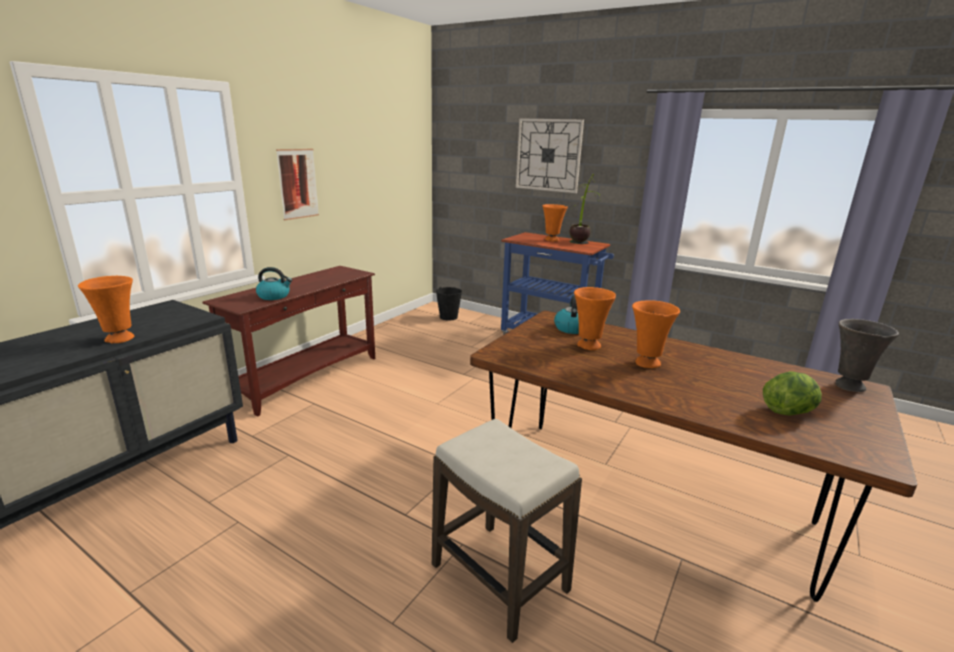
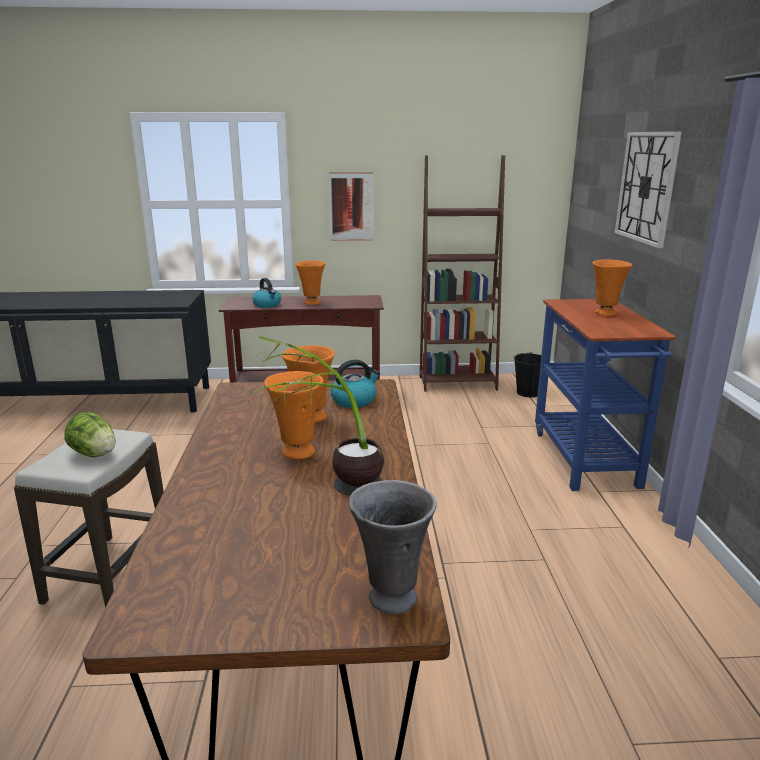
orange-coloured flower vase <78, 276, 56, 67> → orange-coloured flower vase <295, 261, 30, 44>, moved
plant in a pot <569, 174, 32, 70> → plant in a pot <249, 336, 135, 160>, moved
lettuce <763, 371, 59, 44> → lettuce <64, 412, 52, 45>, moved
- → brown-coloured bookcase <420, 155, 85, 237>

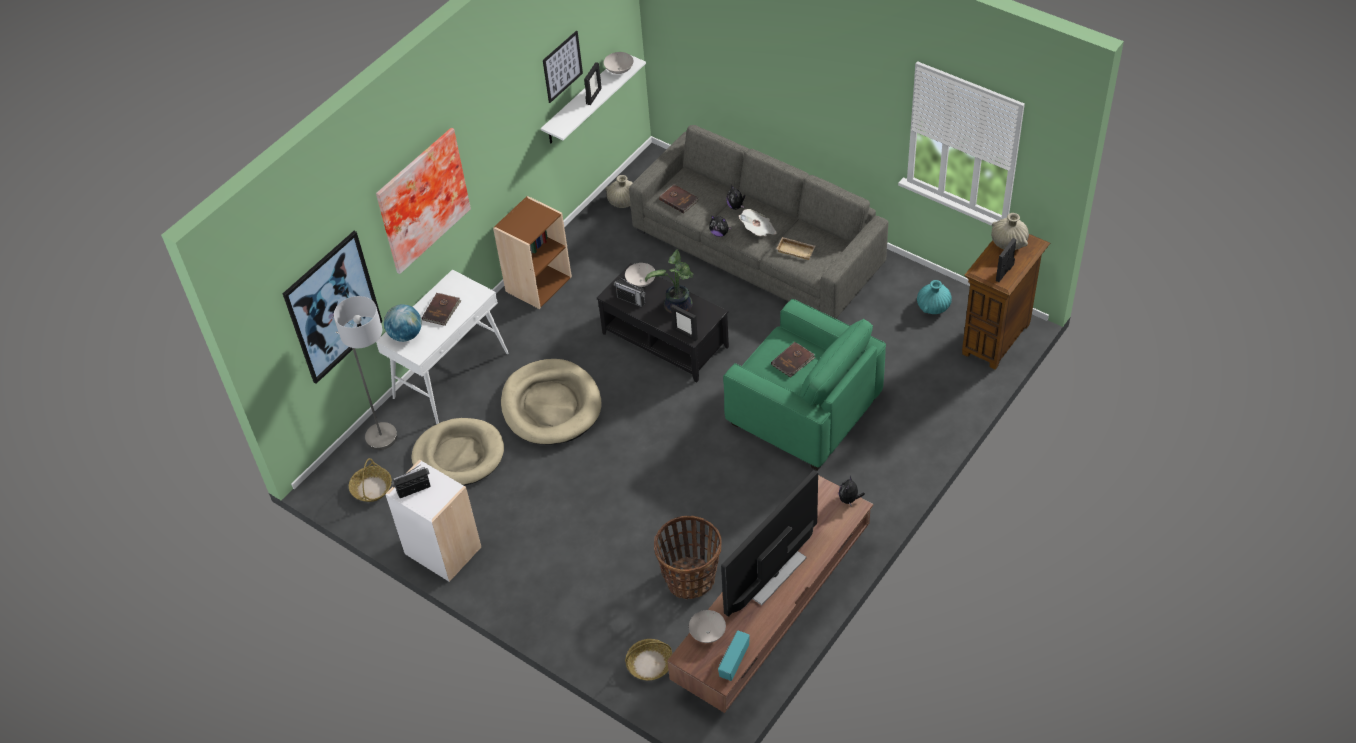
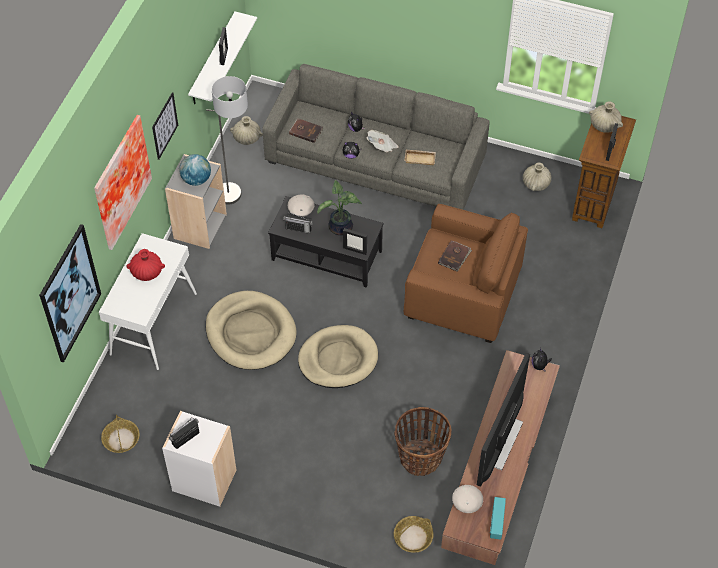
grey floor lamp <334, 296, 63, 154> → grey floor lamp <206, 76, 42, 128>, moved
world globe <384, 304, 38, 38> → world globe <179, 154, 32, 32>, moved
sand-coloured pet bed <411, 418, 93, 68> → sand-coloured pet bed <298, 325, 80, 63>, moved
brown-coloured book <422, 293, 40, 33> → reddish flower vase <126, 249, 39, 32>
brown-coloured bookcase <493, 196, 79, 113> → grey bookcase <165, 154, 62, 95>
wall picture <543, 31, 40, 72> → wall picture <152, 92, 26, 68>, moved
white-coloured serving bowl <604, 52, 30, 22> → -
green-coloured lounge chair <723, 299, 163, 172> → brown-coloured lounge chair <404, 204, 124, 139>
blue-green flower vase <917, 280, 35, 34> → sand-coloured flower vase <523, 163, 28, 28>

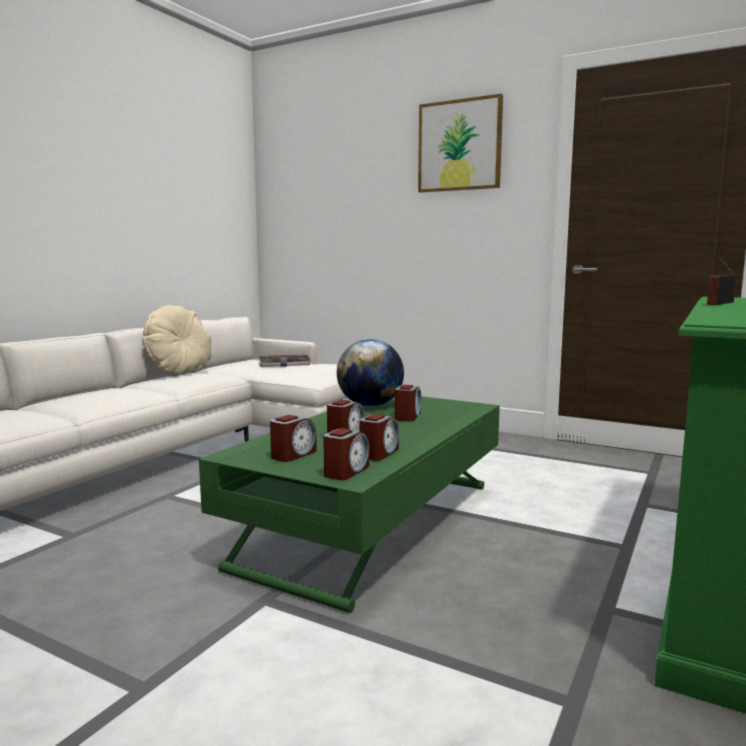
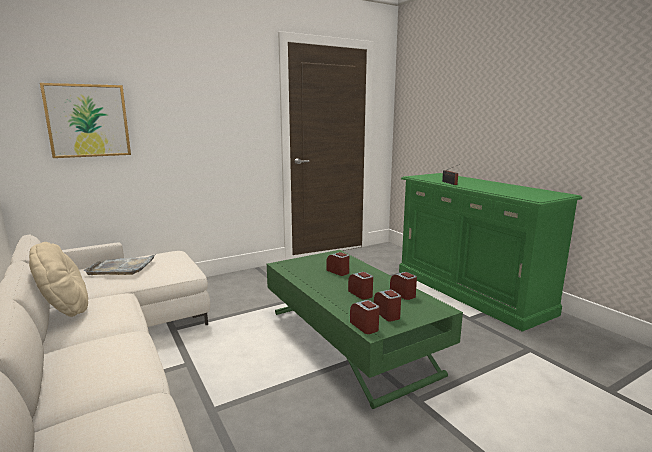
book <258, 355, 53, 12> → grey carrying tray <83, 254, 73, 21>
alarm clock <323, 428, 46, 52> → alarm clock <350, 300, 30, 34>, moved
world globe <337, 339, 67, 68> → -
wall picture <418, 94, 85, 99> → wall picture <40, 83, 91, 75>, moved

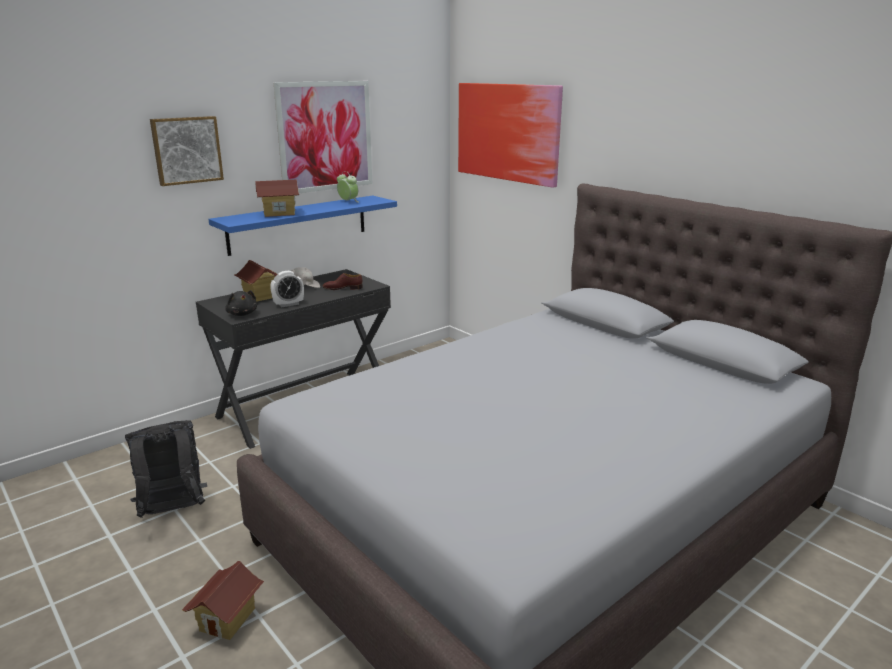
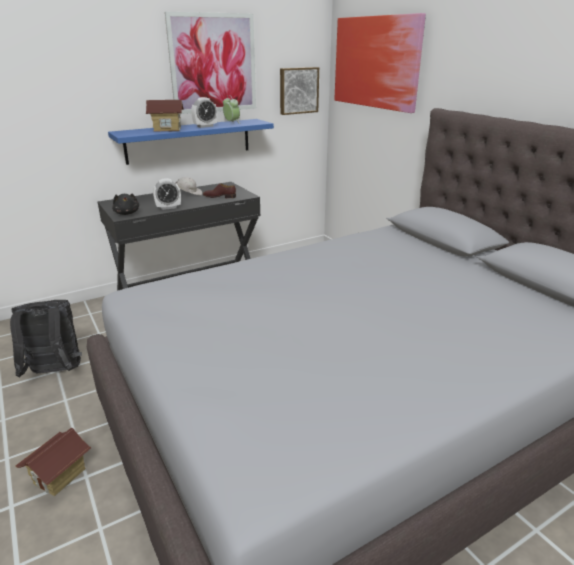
wall picture <150, 116, 74, 70> → wall picture <280, 67, 39, 48>, moved
miniature house <234, 260, 44, 42> → -
- → alarm clock <191, 97, 26, 31>

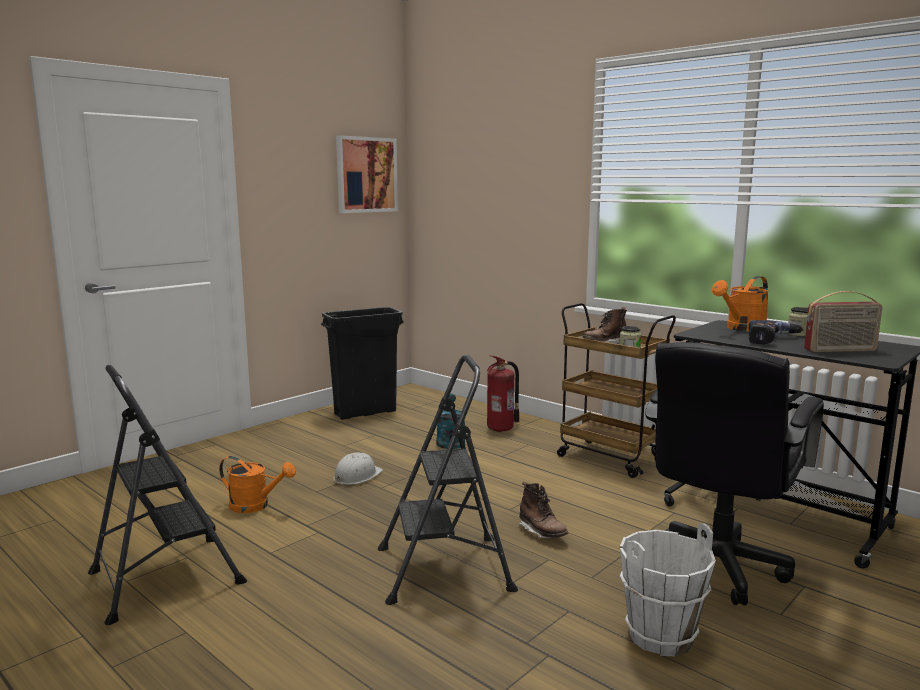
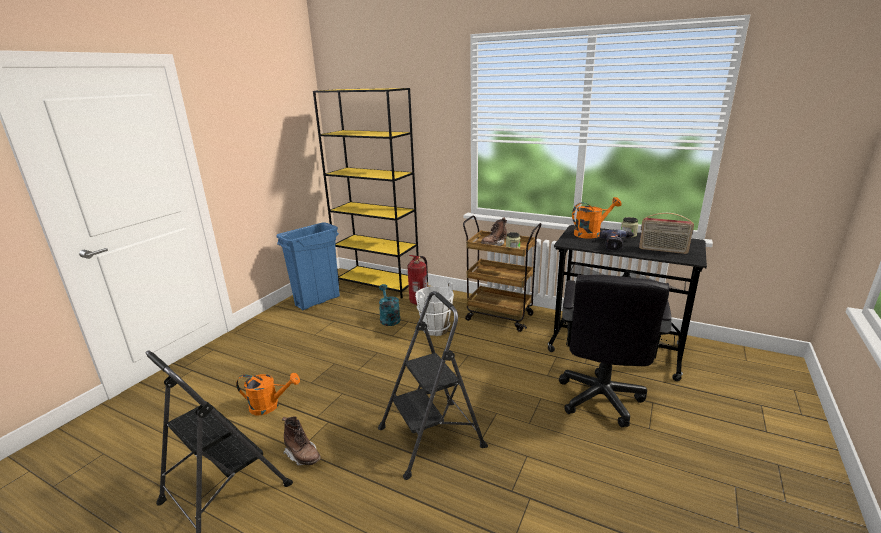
blackish waste bin <321, 307, 82, 113> → blue-coloured waste bin <276, 223, 64, 87>
white-coloured safety helmet <333, 453, 50, 32> → -
wall picture <336, 135, 62, 78> → -
brown-coloured high-top boot <519, 482, 49, 57> → brown-coloured high-top boot <282, 416, 39, 50>, moved
white-coloured pail <620, 523, 96, 133> → white-coloured pail <415, 281, 39, 55>, moved
orange-coloured watering pot <712, 276, 57, 56> → orange-coloured watering pot <572, 197, 50, 42>, 150 degrees counterclockwise
radio set <804, 291, 78, 61> → radio set <639, 213, 55, 41>, 45 degrees clockwise
- → yellow-coloured bookcase <313, 88, 106, 211>

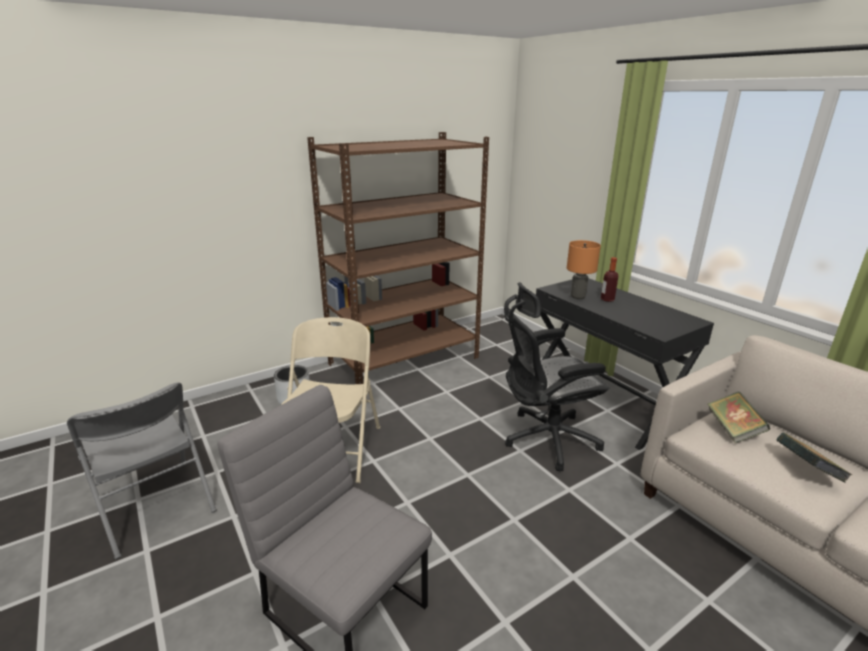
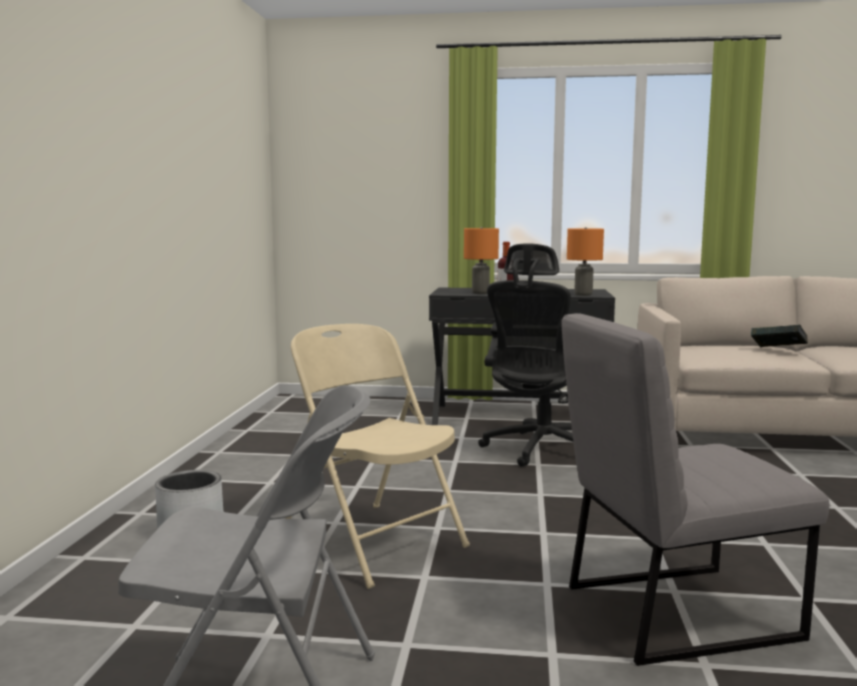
brown-coloured bookcase <307, 132, 182, 252> → -
book <708, 391, 62, 53> → -
- → orange-coloured lamp for a table <567, 227, 37, 69>

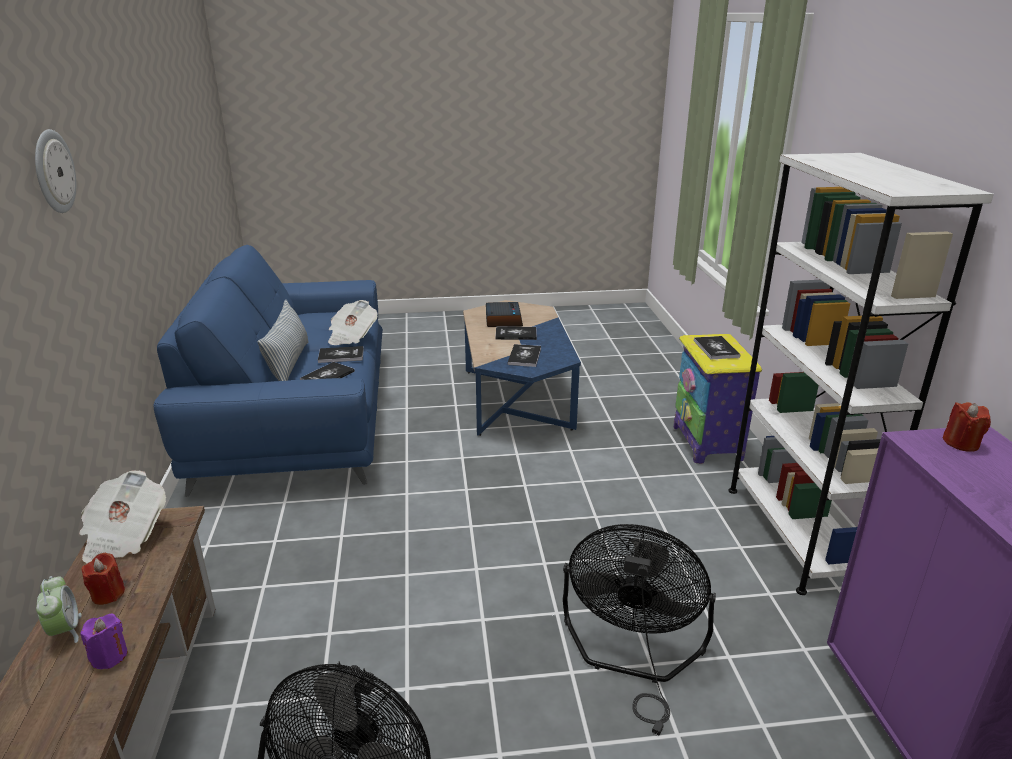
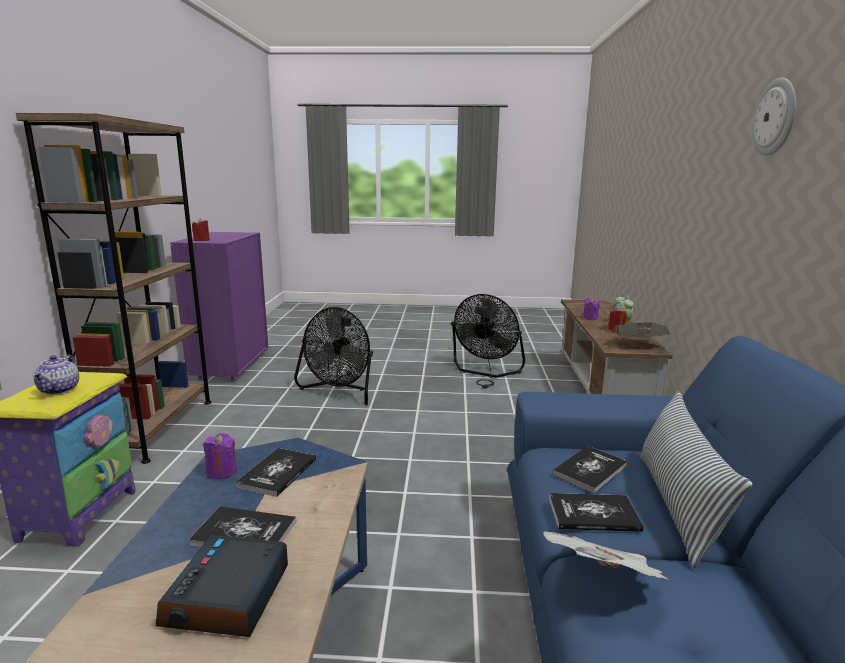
book <694, 336, 46, 24> → tea pot <32, 355, 47, 40>
white-coloured bookcase <728, 153, 266, 442> → brown-coloured bookcase <16, 113, 196, 351>
- → purple wax light <203, 433, 34, 46>

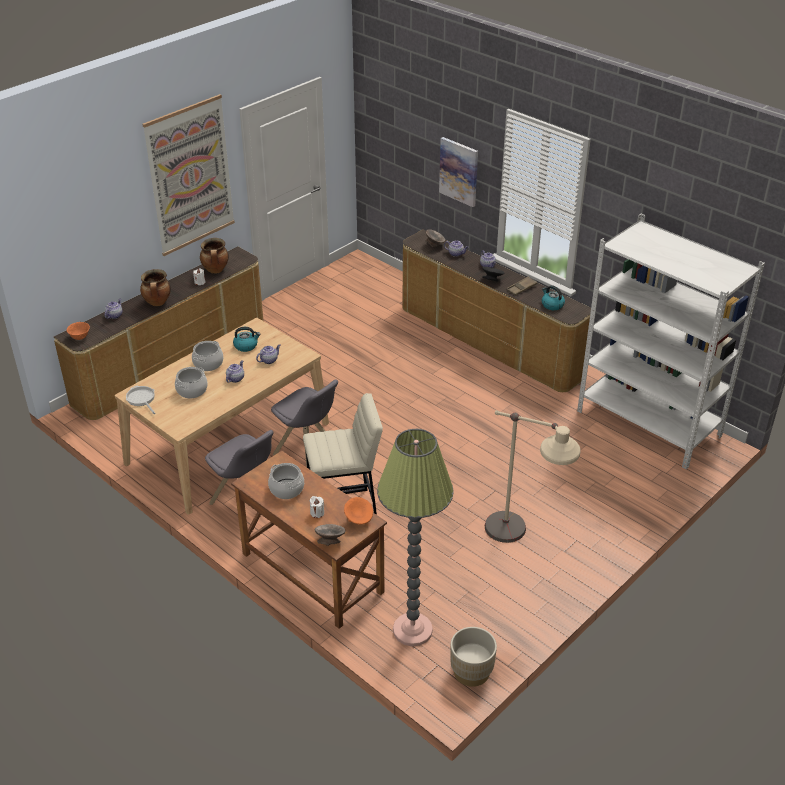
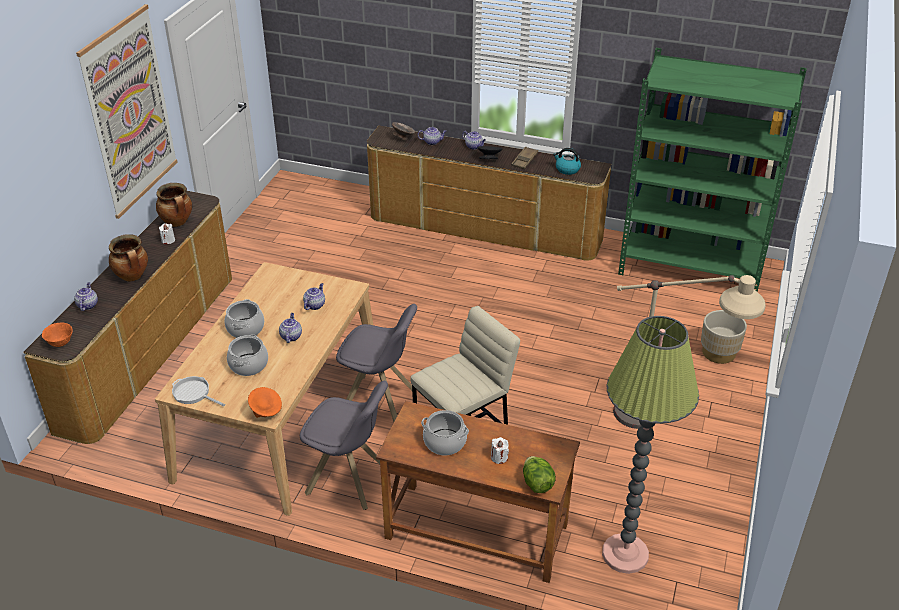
tea kettle <233, 327, 28, 25> → -
grey serving bowl <315, 524, 31, 22> → lettuce <523, 456, 33, 37>
orange-coloured serving bowl <344, 497, 29, 28> → orange-coloured serving bowl <248, 387, 34, 31>, moved
wall picture <439, 137, 39, 70> → -
sand-coloured plant pot <450, 627, 47, 60> → sand-coloured plant pot <701, 310, 46, 54>, moved
white-coloured bookcase <577, 214, 188, 255> → green-coloured bookcase <618, 48, 189, 244>

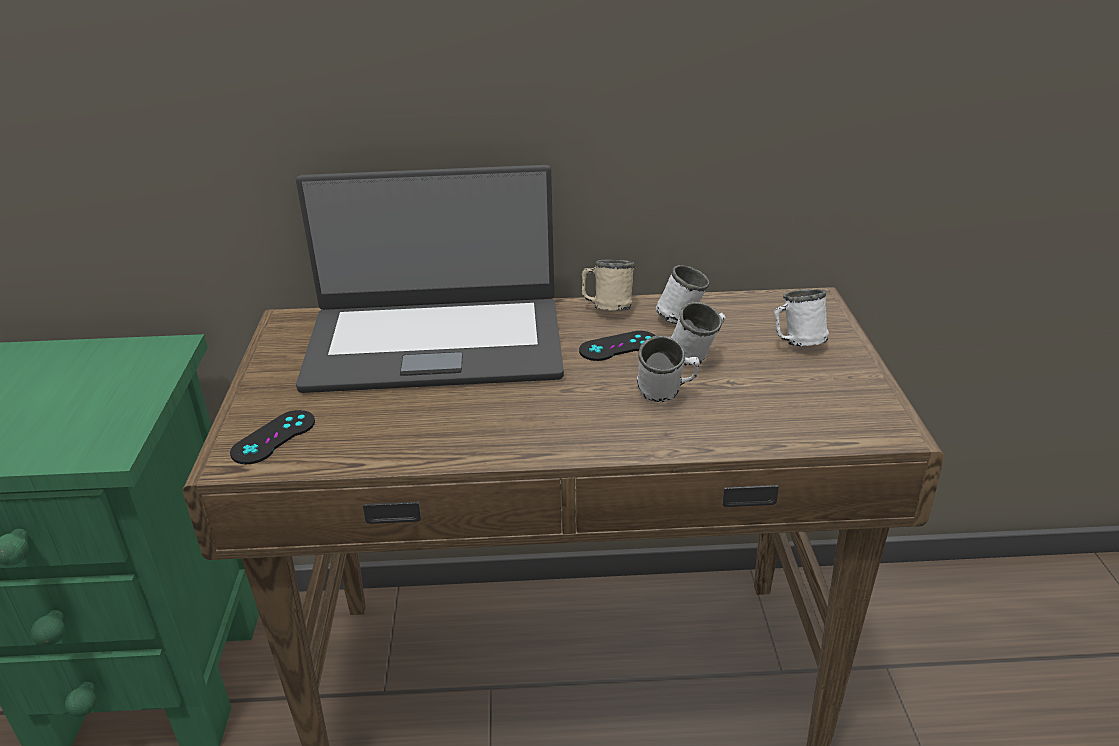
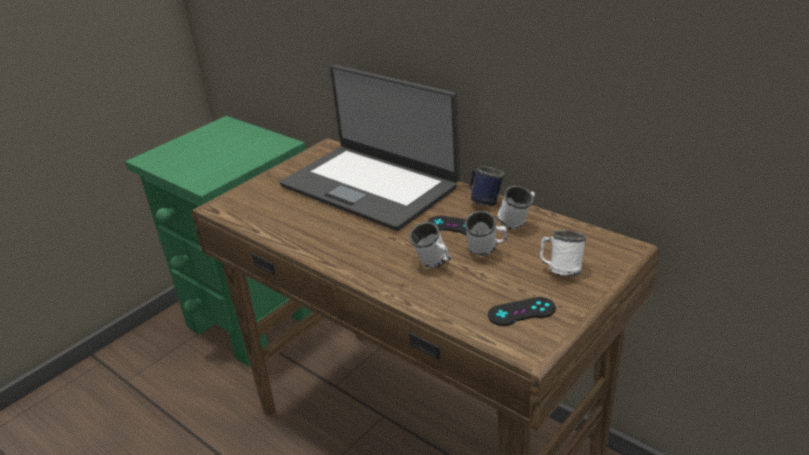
blackish game controller <230, 410, 85, 54> → blackish game controller <488, 297, 68, 29>, moved
sand-coloured coffee mug <582, 260, 53, 51> → blue-coloured coffee mug <469, 166, 35, 40>

